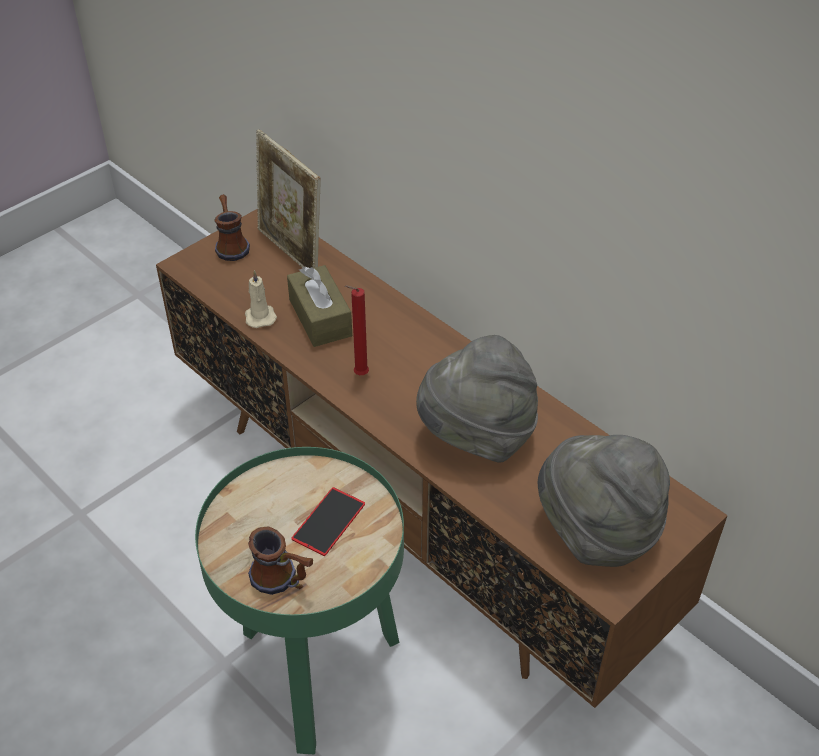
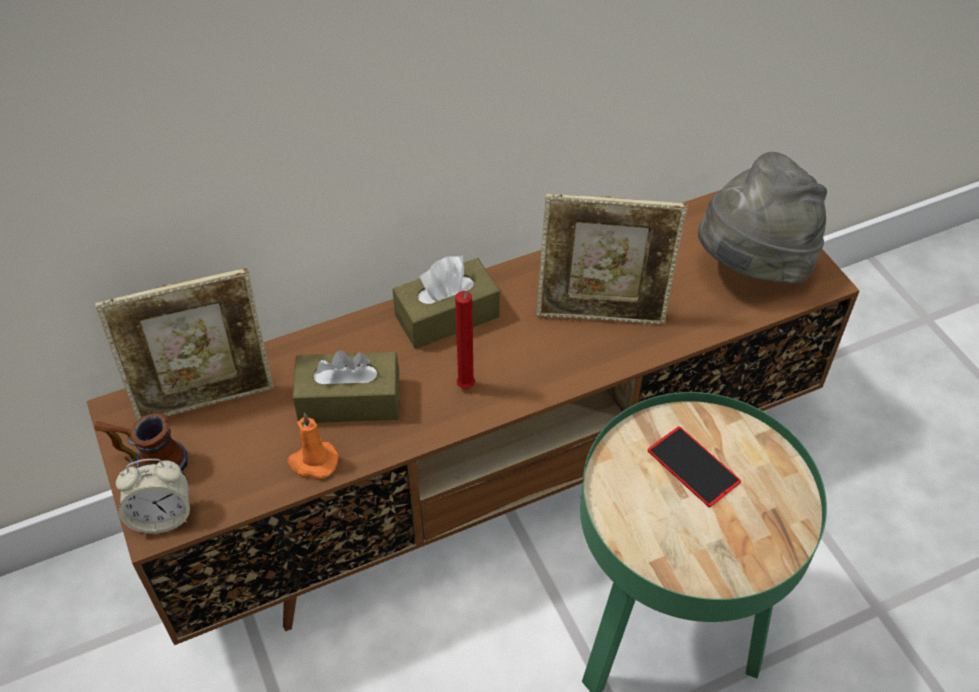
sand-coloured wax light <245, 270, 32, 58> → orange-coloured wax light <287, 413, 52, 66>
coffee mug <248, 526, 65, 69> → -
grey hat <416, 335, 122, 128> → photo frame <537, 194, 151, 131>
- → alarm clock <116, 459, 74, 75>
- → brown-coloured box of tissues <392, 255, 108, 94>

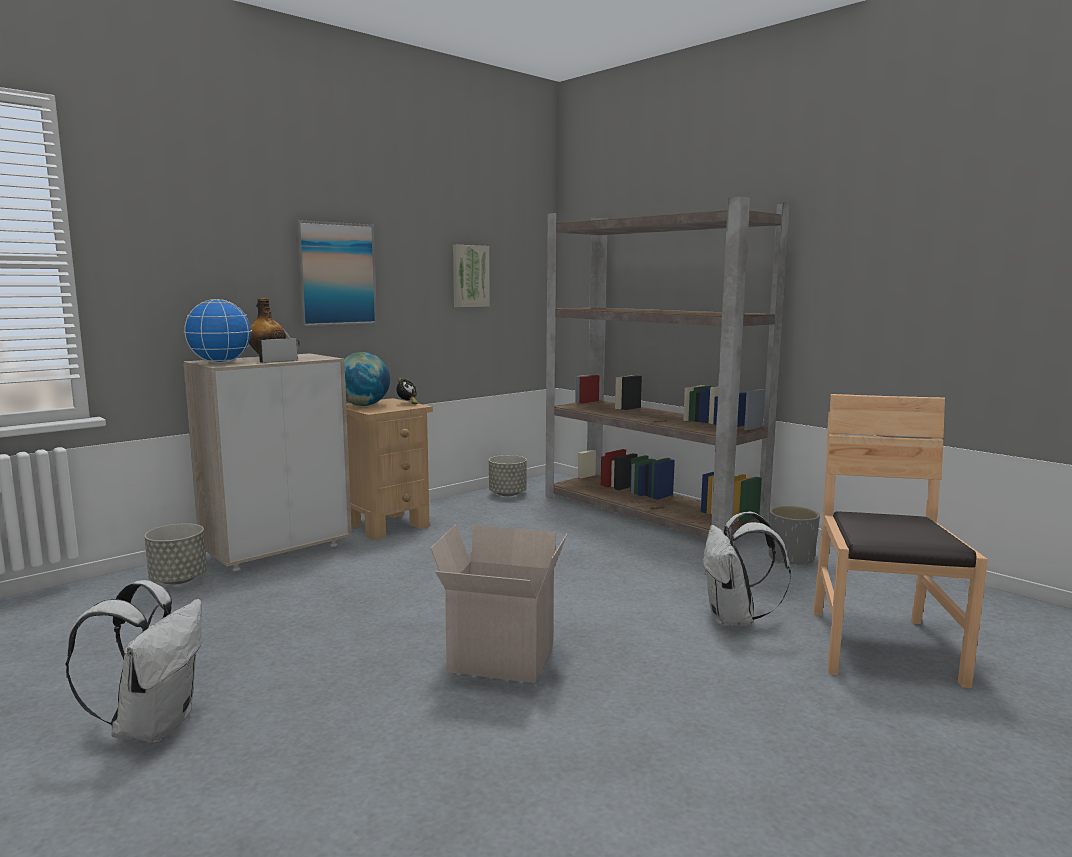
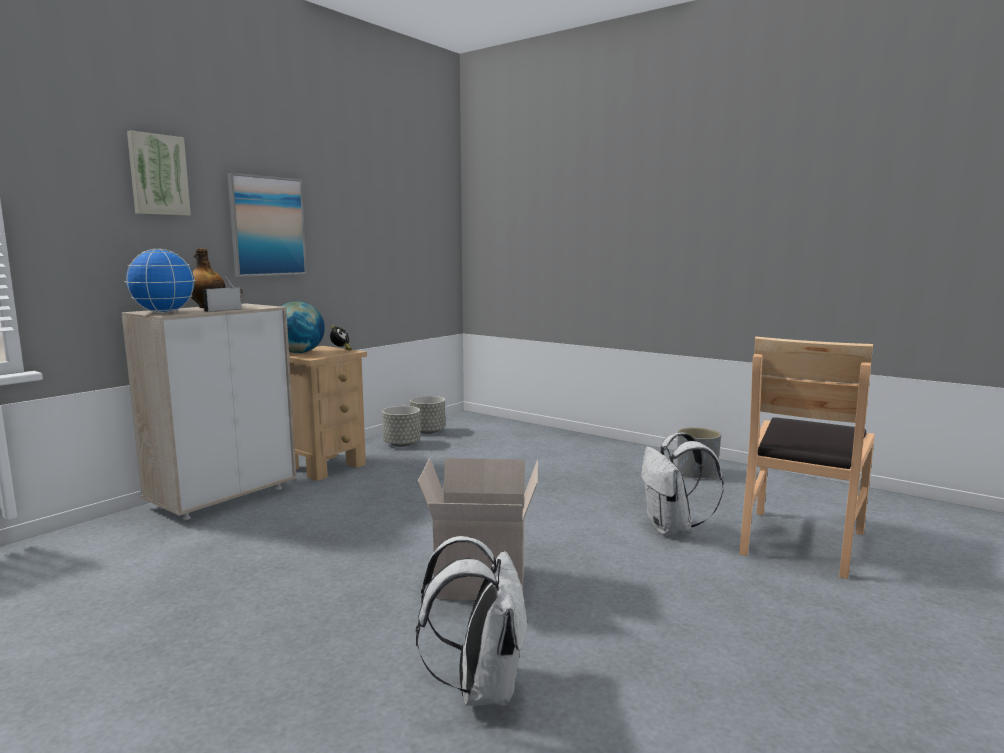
white-coloured rucksack <65, 580, 137, 163> → white-coloured rucksack <416, 536, 112, 170>, moved
grey plant pot <144, 523, 63, 62> → grey plant pot <382, 406, 39, 41>, moved
wall picture <453, 245, 37, 62> → wall picture <127, 130, 64, 86>, moved
brown-coloured bookcase <545, 196, 245, 344> → -
brown-coloured chair <813, 394, 175, 294> → brown-coloured chair <739, 336, 136, 243>, 150 degrees counterclockwise

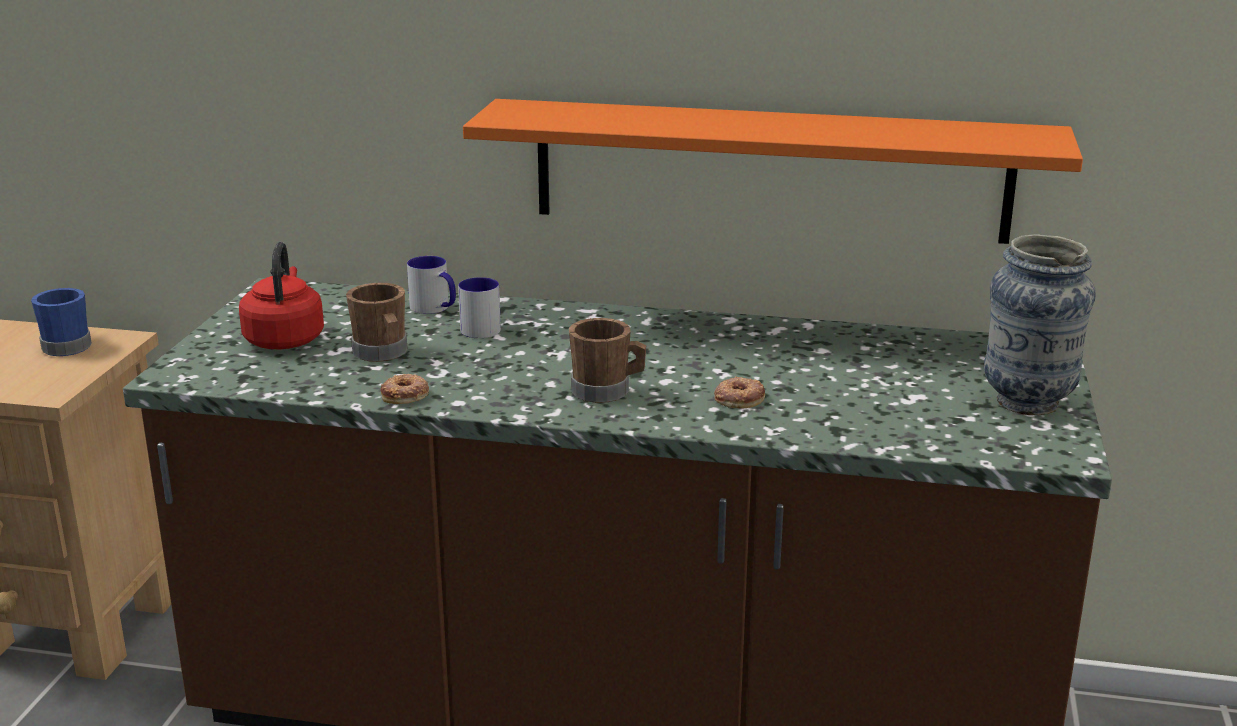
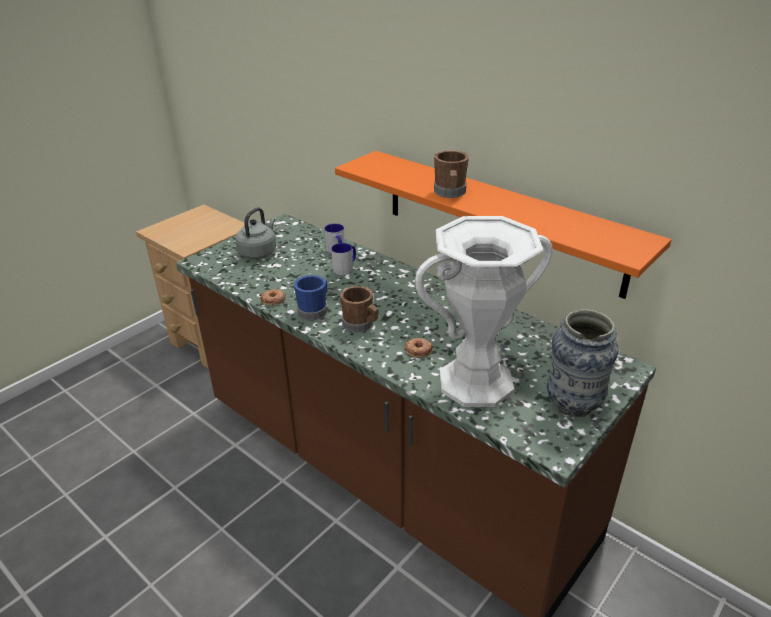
blue-coloured coffee mug <31, 288, 61, 68> → blue-coloured coffee mug <294, 275, 34, 45>, moved
reddish tea kettle <239, 242, 85, 107> → grey tea kettle <235, 207, 41, 52>
brown-coloured coffee mug <346, 283, 62, 79> → brown-coloured coffee mug <434, 150, 35, 48>, moved
- → white-coloured flower vase <415, 216, 138, 191>

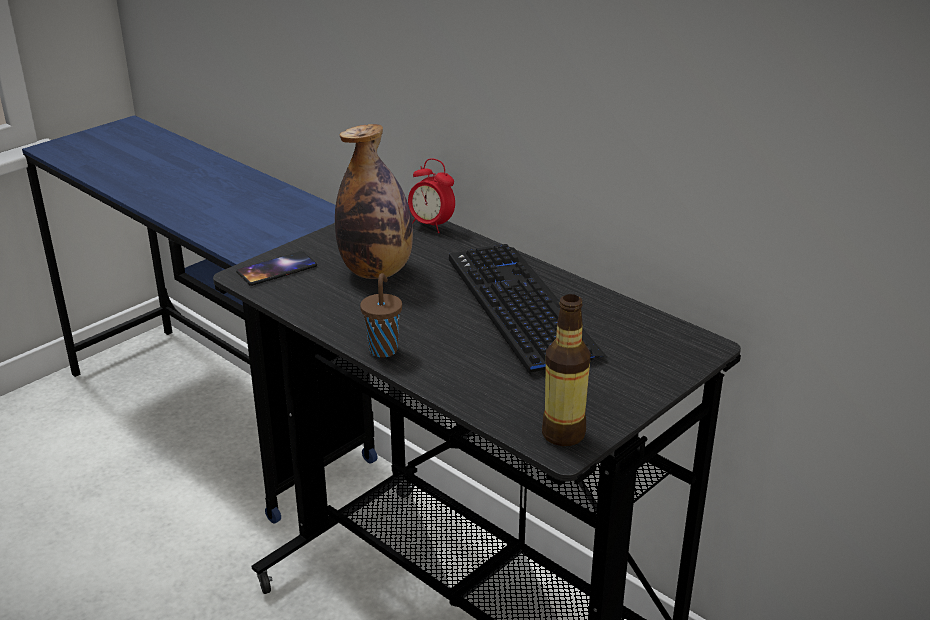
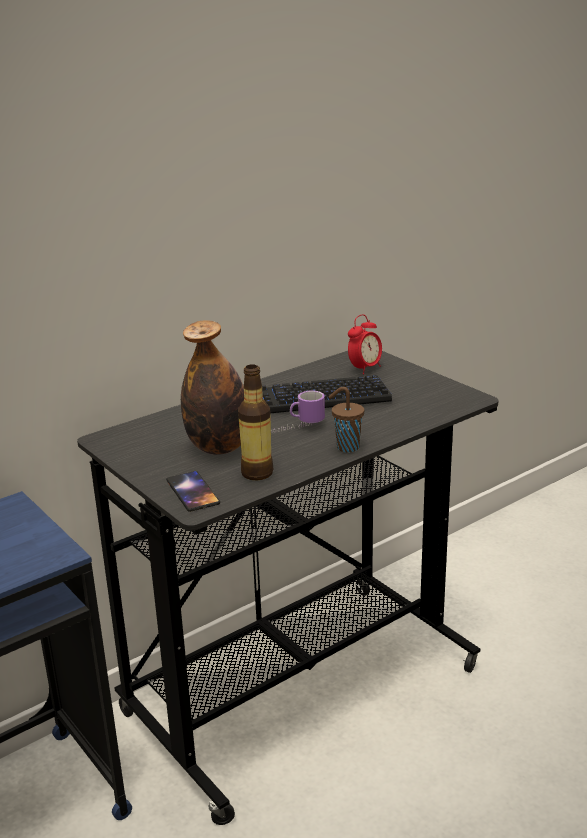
alarm clock <408, 158, 47, 75> → alarm clock <348, 314, 34, 61>, moved
drink bottle <542, 294, 49, 152> → drink bottle <238, 364, 35, 117>, moved
- → coffee mug <271, 391, 54, 41>

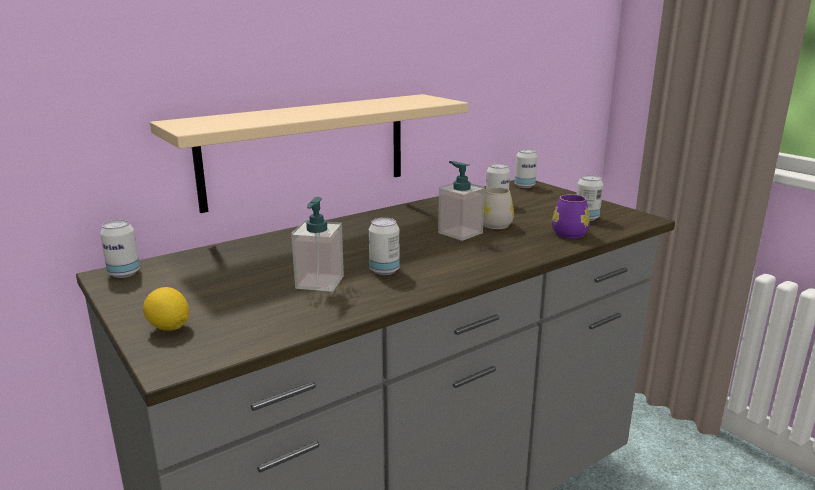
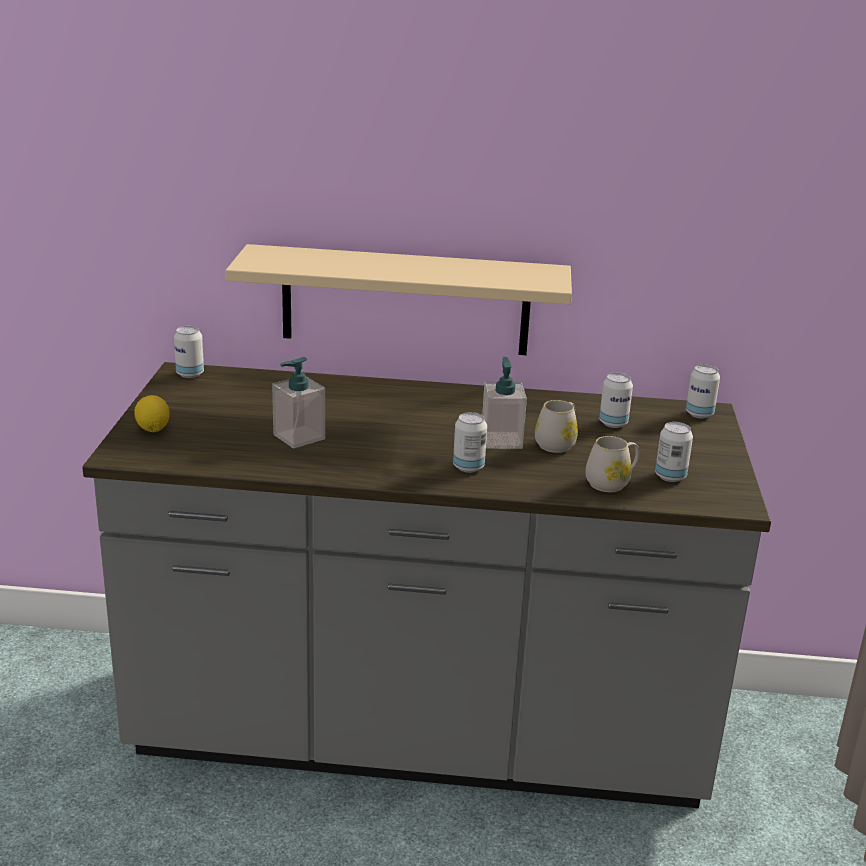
can <369, 218, 31, 57> → can <453, 412, 34, 61>, moved
purple coffee mug <552, 194, 38, 44> → white-coloured coffee mug <586, 436, 53, 56>

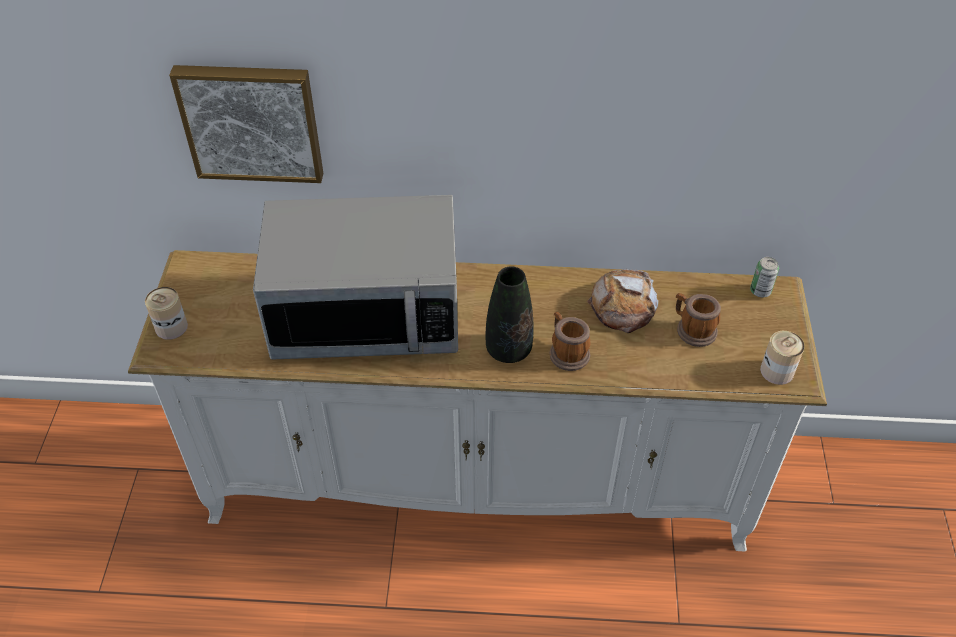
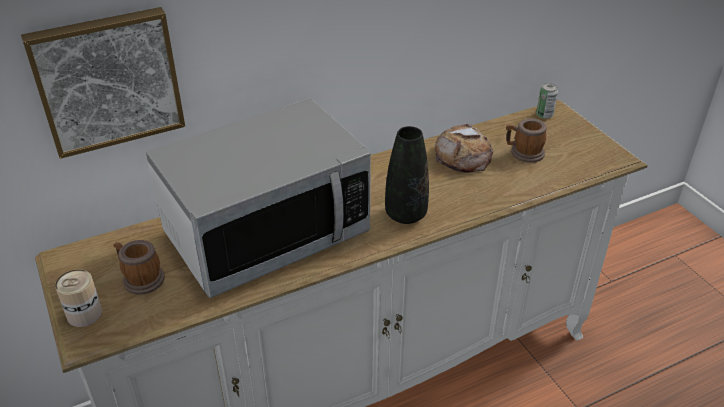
coffee mug <550, 312, 40, 59> → coffee mug <113, 240, 52, 55>, moved
can <760, 331, 45, 54> → -

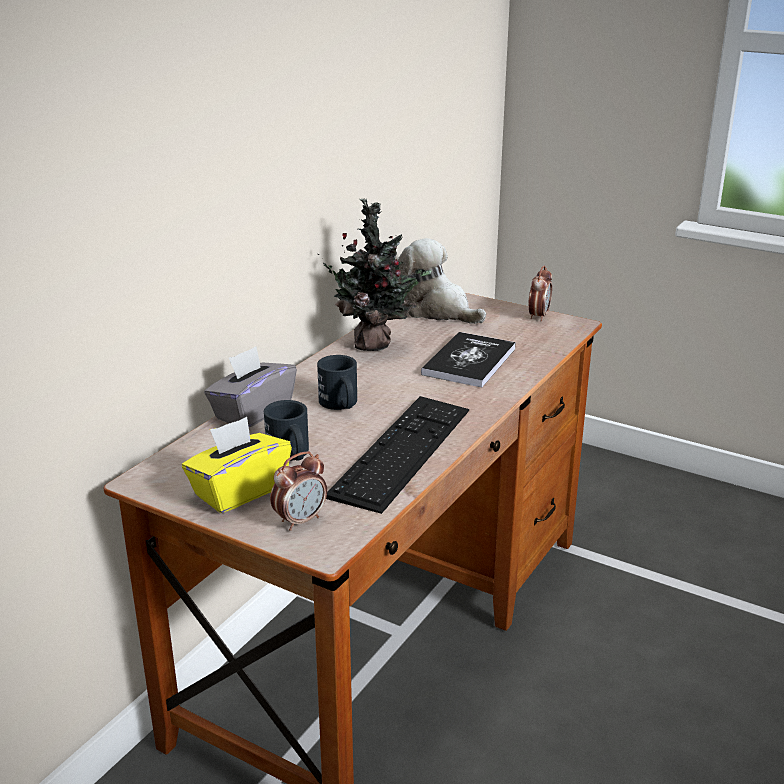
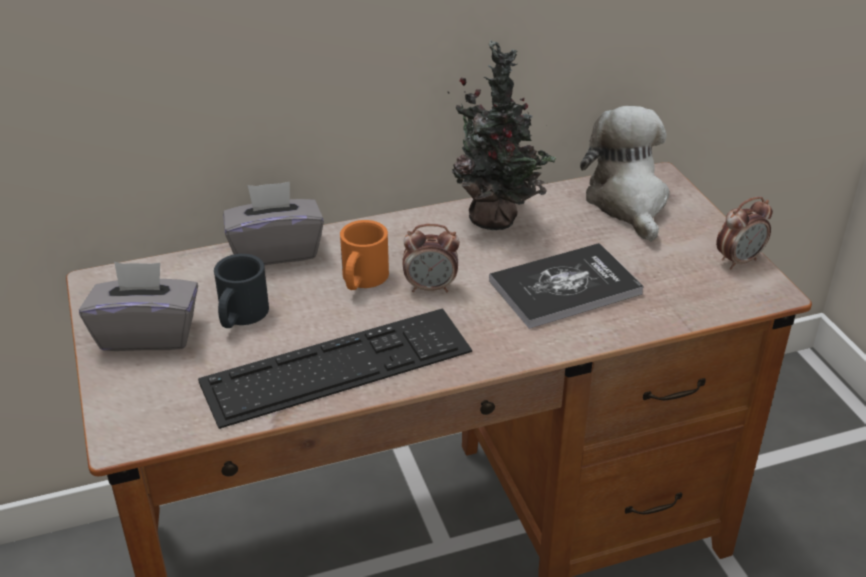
yellow-coloured box of tissues <182, 417, 110, 96> → grey box of tissues <79, 262, 119, 89>
alarm clock <270, 451, 57, 80> → alarm clock <402, 224, 58, 68>, moved
blackish coffee mug <317, 355, 40, 55> → orange-coloured coffee mug <340, 220, 49, 70>

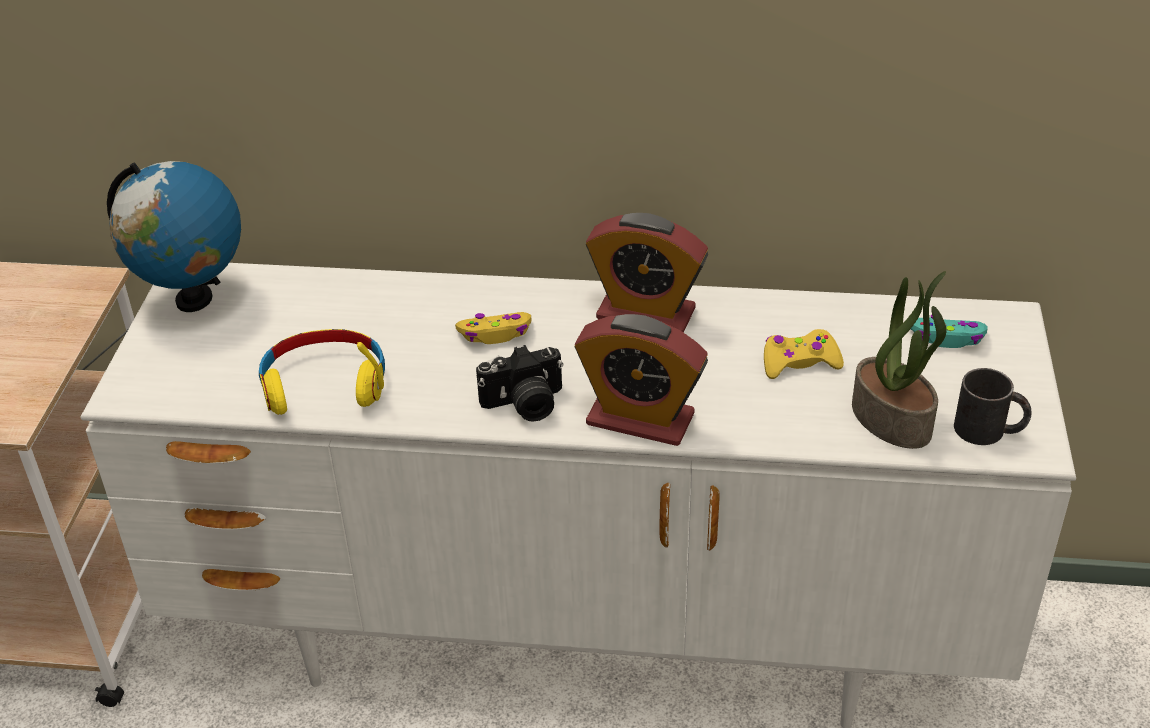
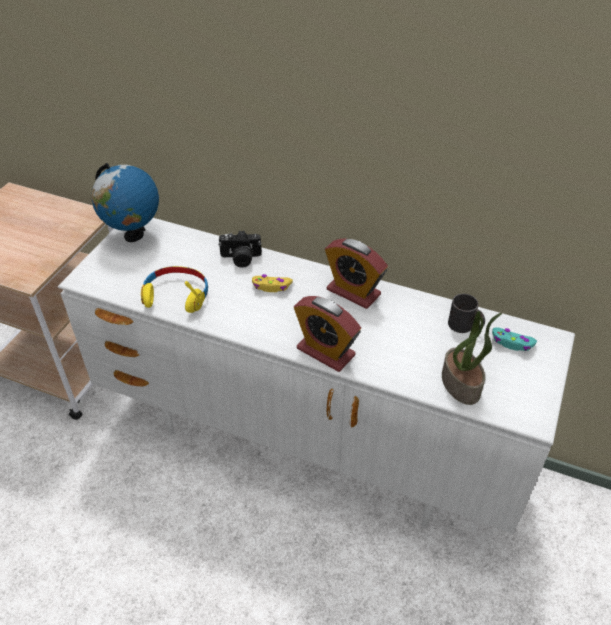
photo camera <476, 345, 87, 77> → photo camera <218, 230, 44, 38>, moved
yellow-coloured game controller <764, 329, 80, 50> → -
blackish coffee mug <954, 368, 78, 77> → blackish coffee mug <448, 294, 37, 39>, moved

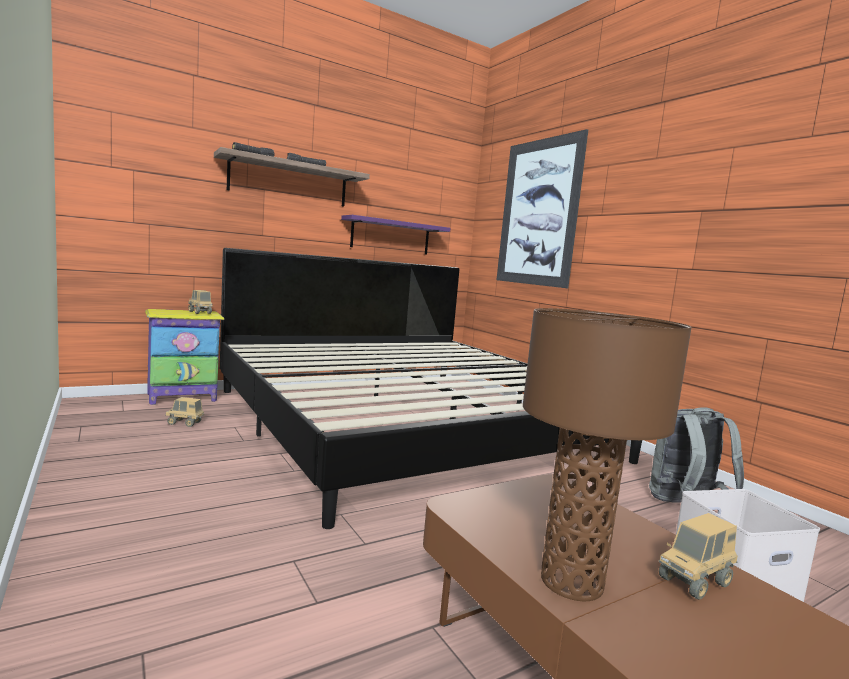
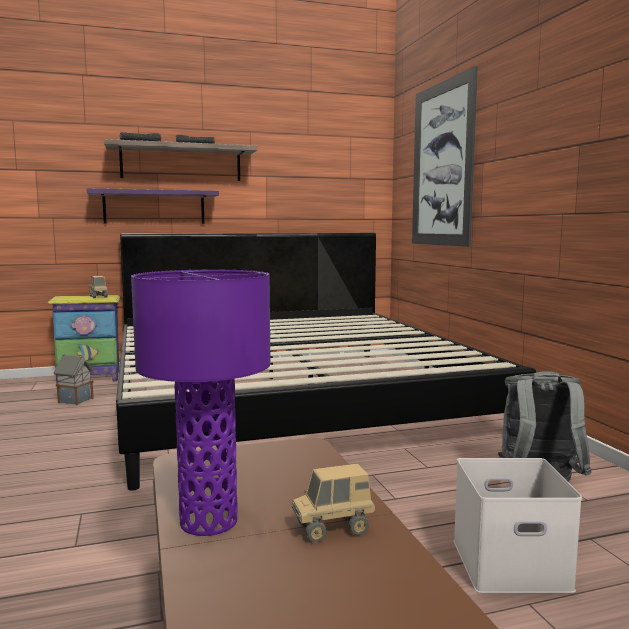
model truck <165, 397, 39, 30> → miniature house <54, 354, 40, 51>
purple shelf <341, 215, 109, 39> → purple shelf <87, 188, 132, 36>, moved
brown-coloured lamp for a table <523, 308, 169, 293> → purple lamp for a table <131, 270, 140, 266>

